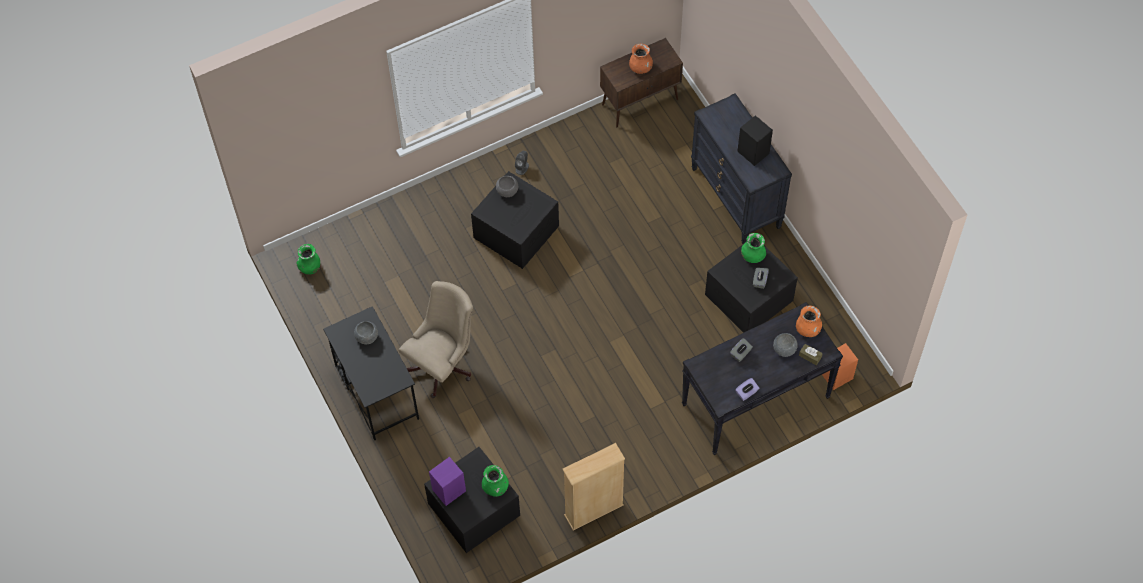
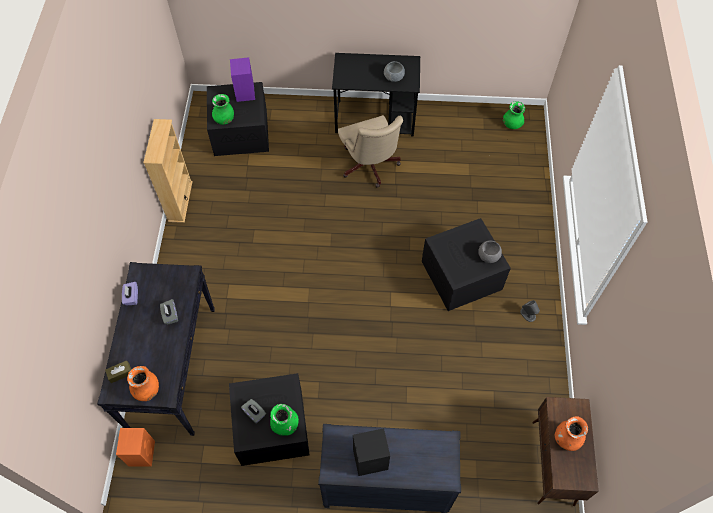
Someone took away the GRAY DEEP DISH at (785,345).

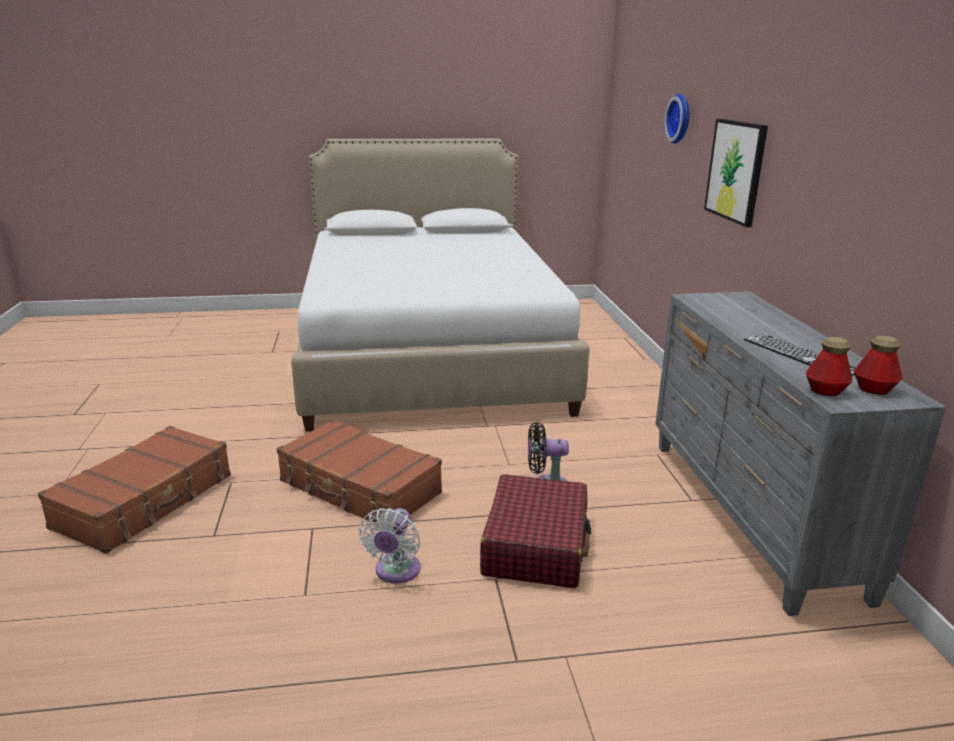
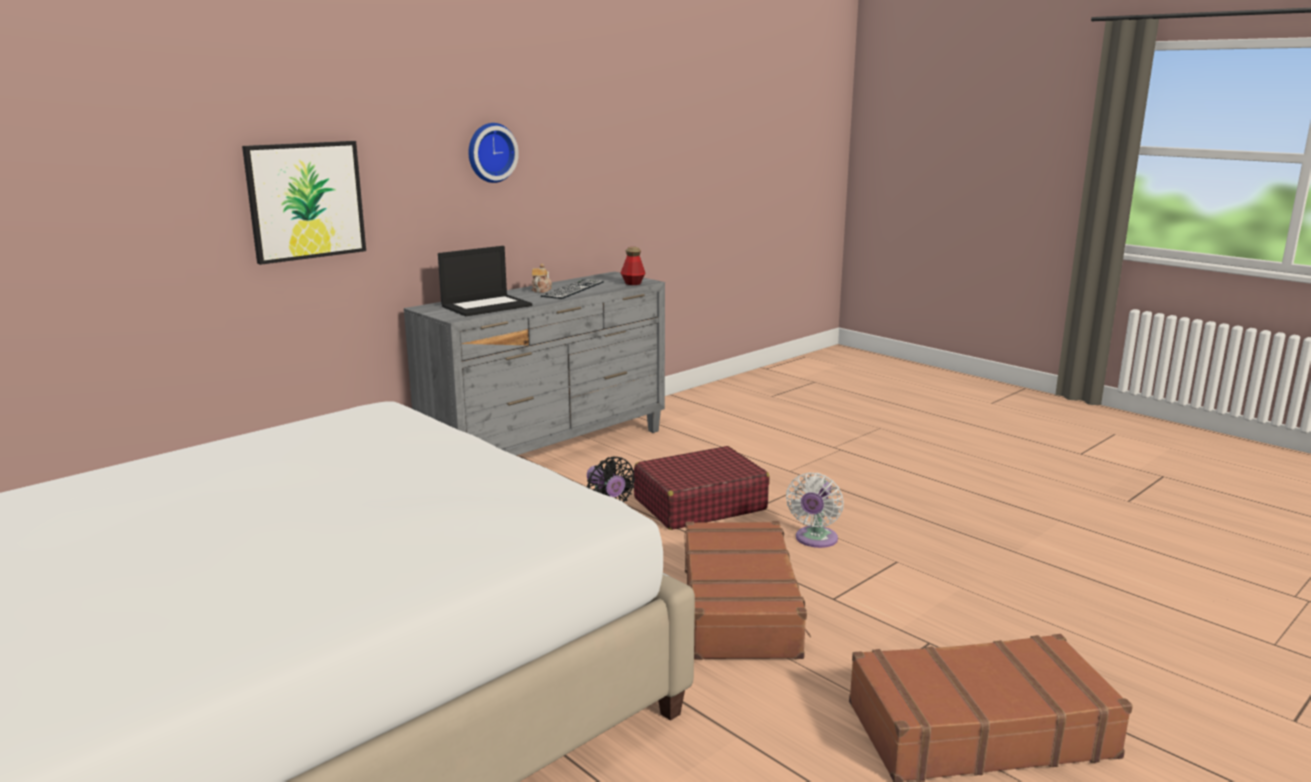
Someone carried the HANGING CLOCK from (676,119) to (493,153).
Someone took away the DRINK BOTTLE at (878,365).
Someone rotated the WHITE-COLOURED FAN at (389,545) by 135 degrees clockwise.
Someone put down the LAPTOP at (485,281).
Someone put down the TEAPOT at (542,278).

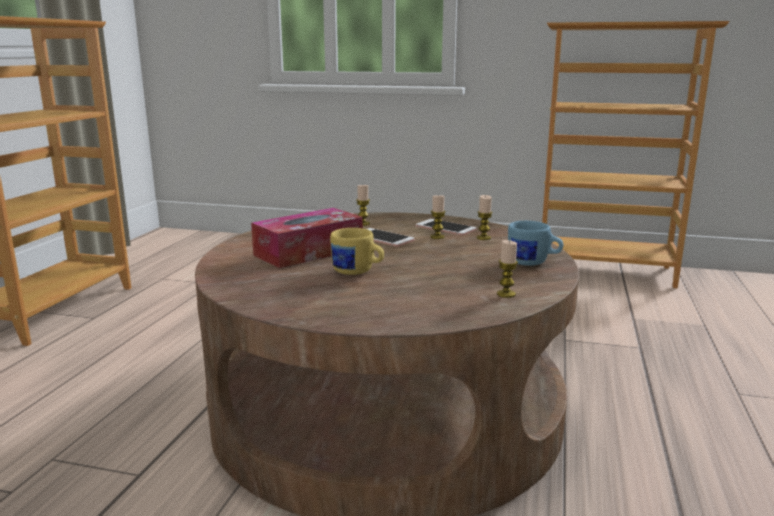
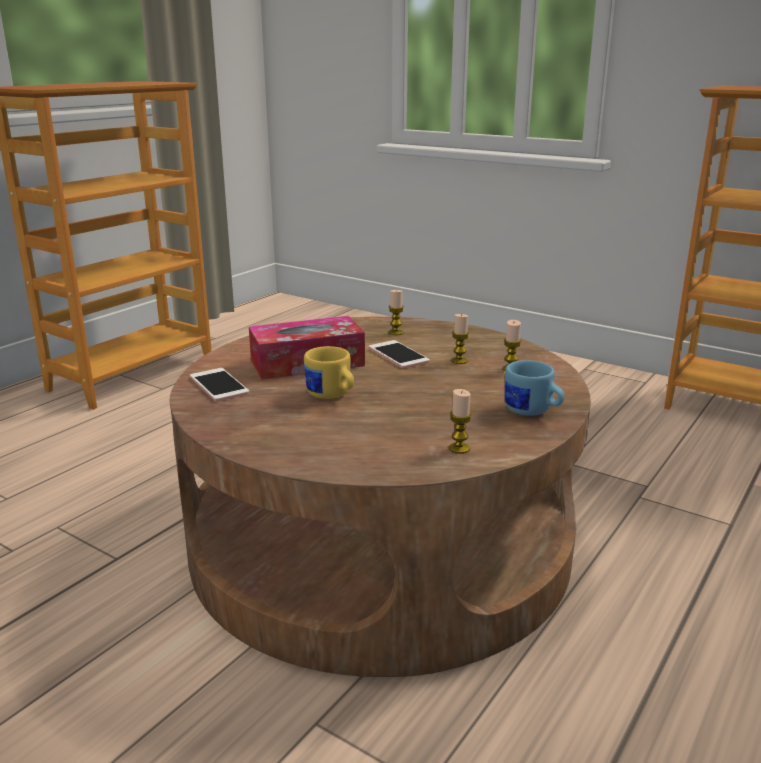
Someone carried the HANDSET from (446,227) to (219,385).

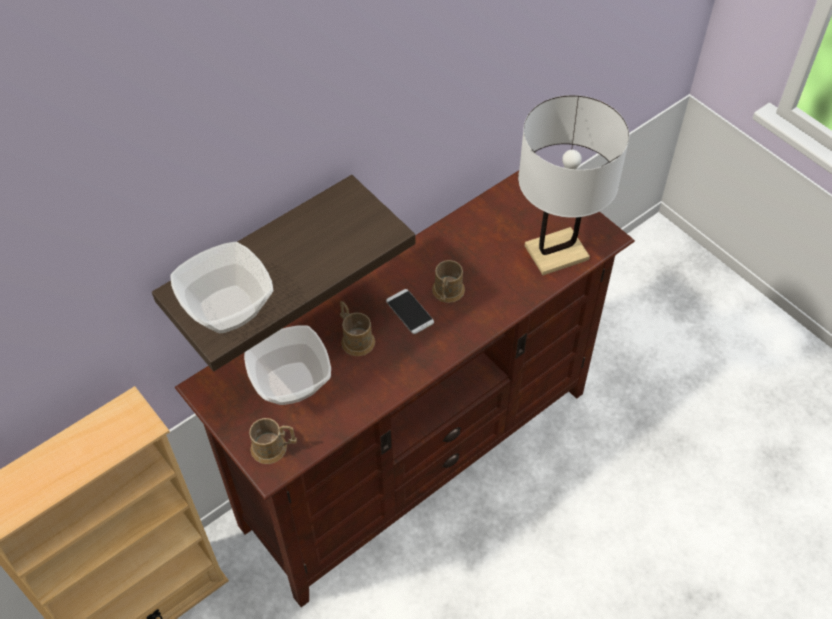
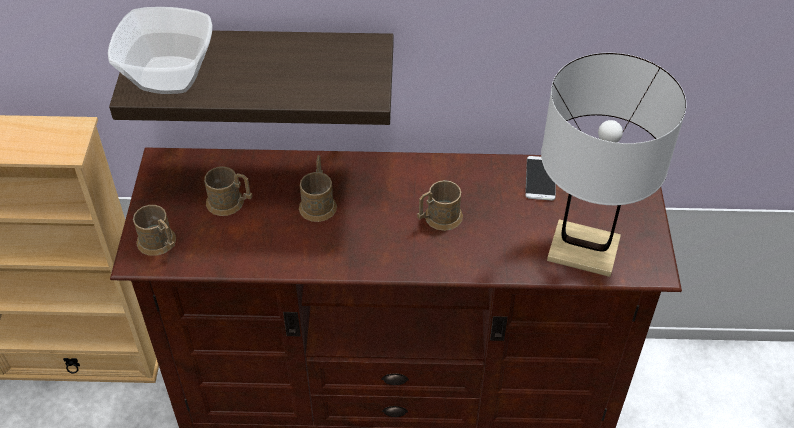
Someone carried the HANDSET from (410,311) to (540,178).
Someone swapped the DEEP DISH at (287,365) for the BROWN-COLOURED TEA MUG at (228,191).

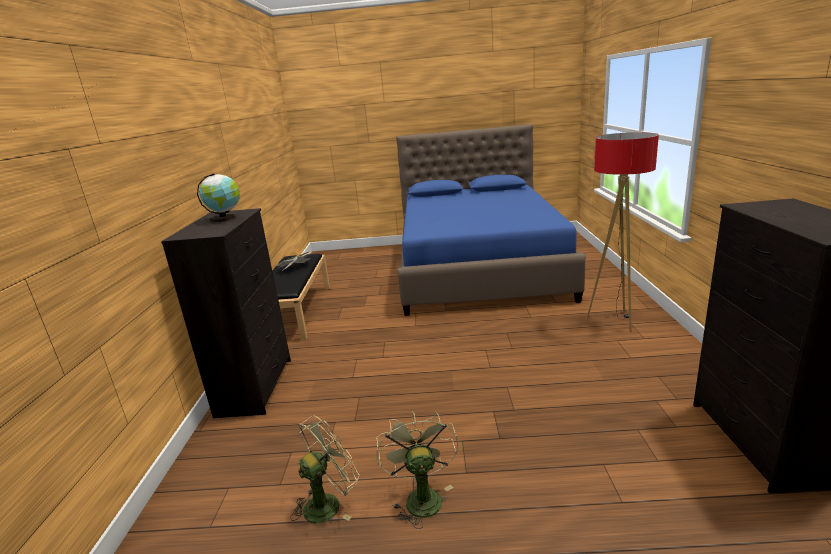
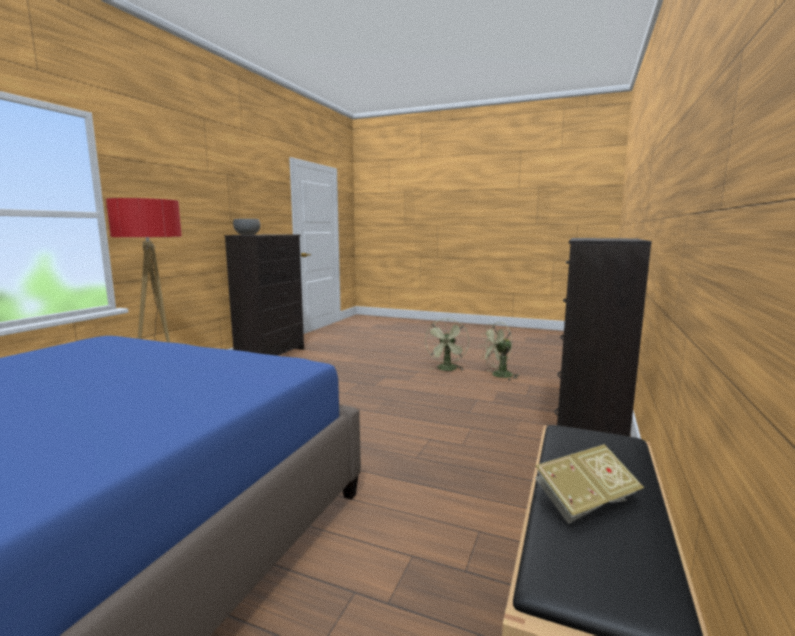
Someone took away the WORLD GLOBE at (218,197).
Someone put down the GRAY DEEP DISH at (246,227).

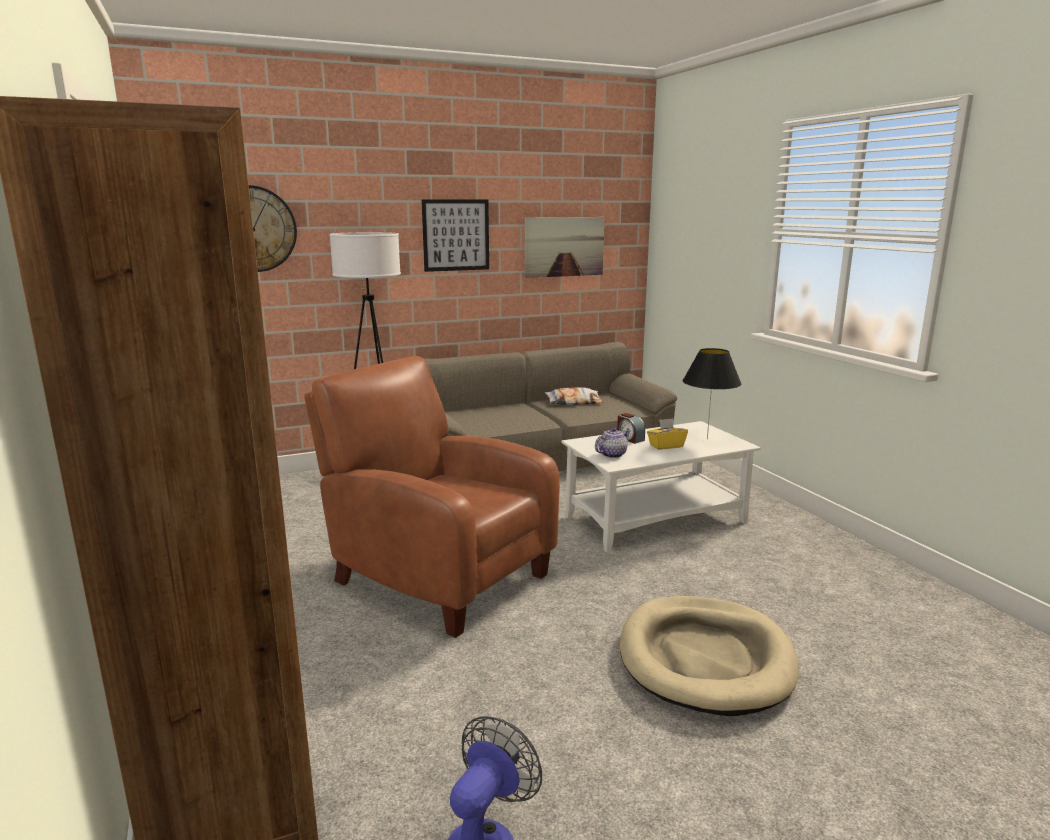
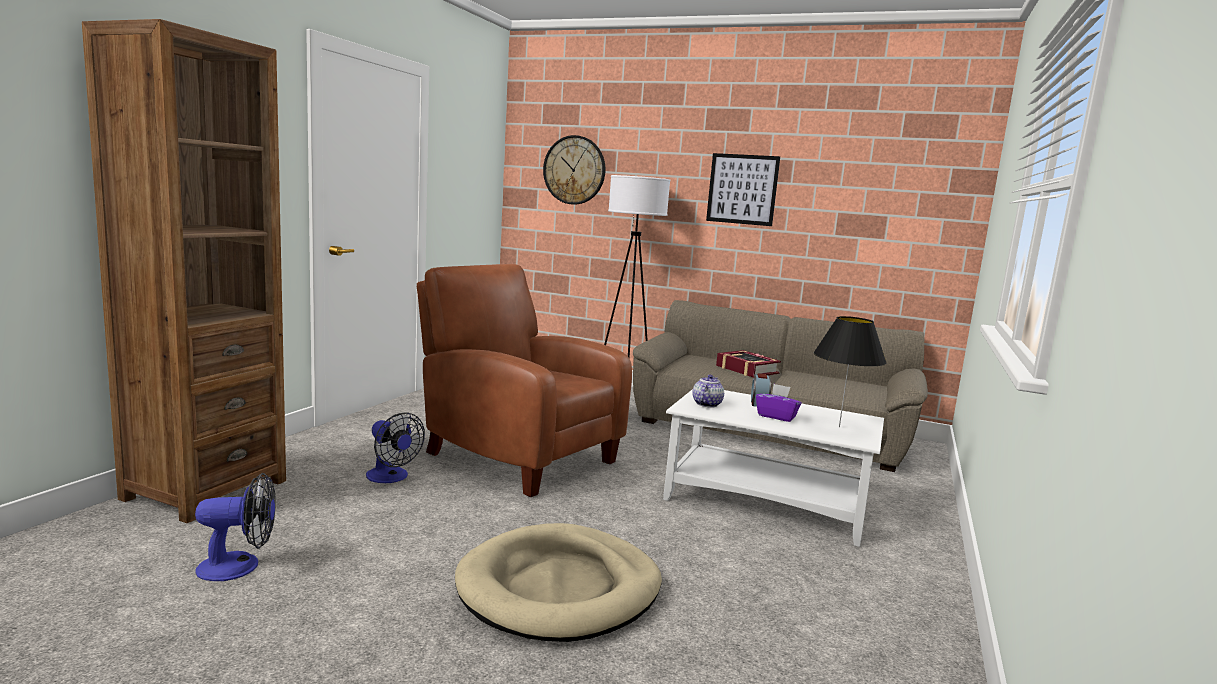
Someone took away the PICTURE at (564,247).
Someone rotated the BROWN-COLOURED LOUNGE CHAIR at (432,497) by 45 degrees counterclockwise.
Someone took away the CUSHION at (574,396).
Someone repainted the YELLOW TISSUE BOX at (667,434), which became the PURPLISH TISSUE BOX at (779,403).
Someone rotated the TEAPOT at (613,442) by 75 degrees counterclockwise.
Someone put down the VOLUME at (748,363).
Someone put down the FAN at (395,447).

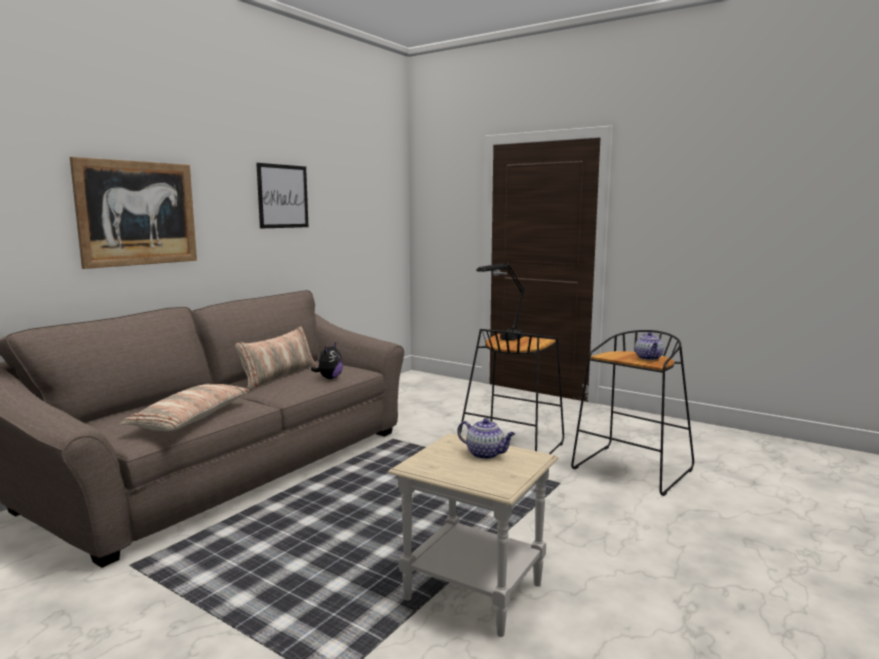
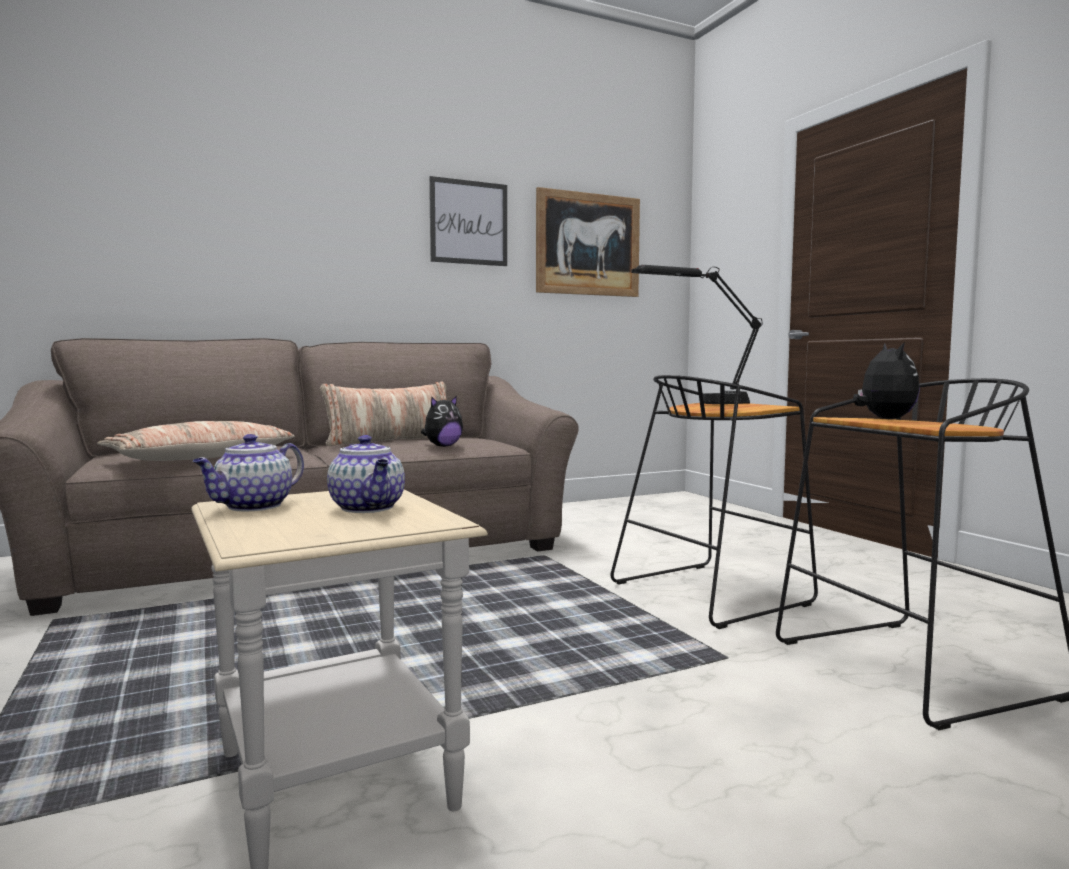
Someone carried the PICTURE from (133,213) to (588,242).
Someone carried the TEAPOT from (649,346) to (248,472).
Someone put down the CUDDLY TOY at (886,380).

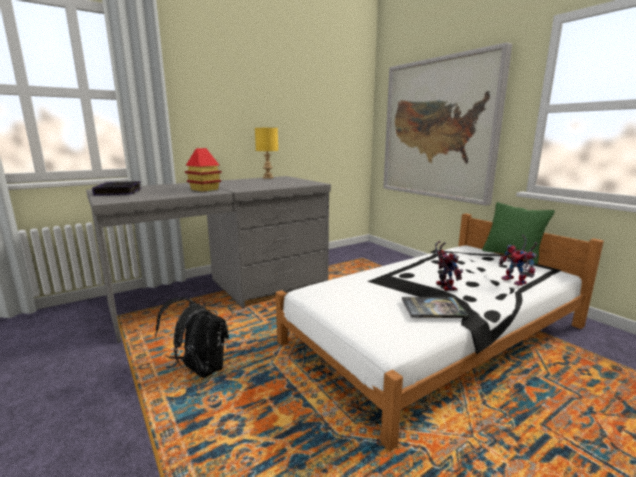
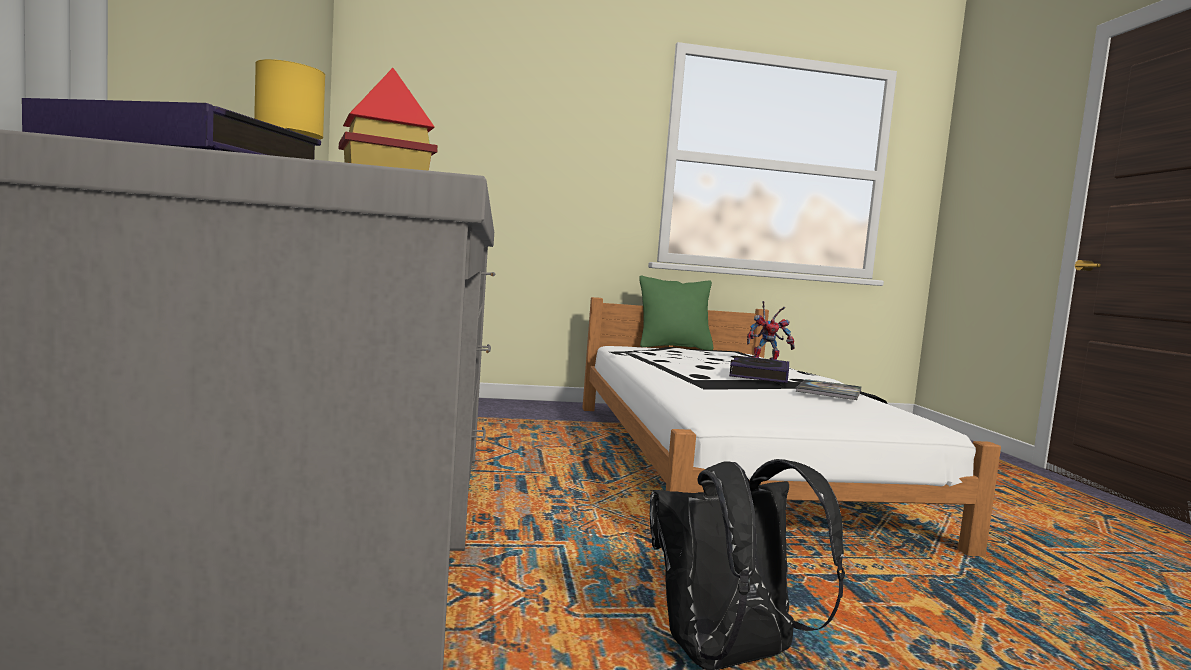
Someone took away the PICTURE at (447,124).
Someone swapped the MODEL ROBOT at (449,266) for the VOLUME at (759,369).

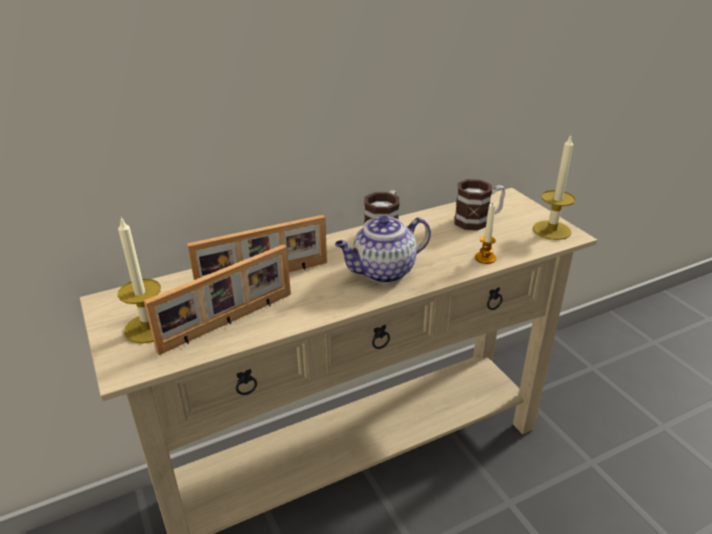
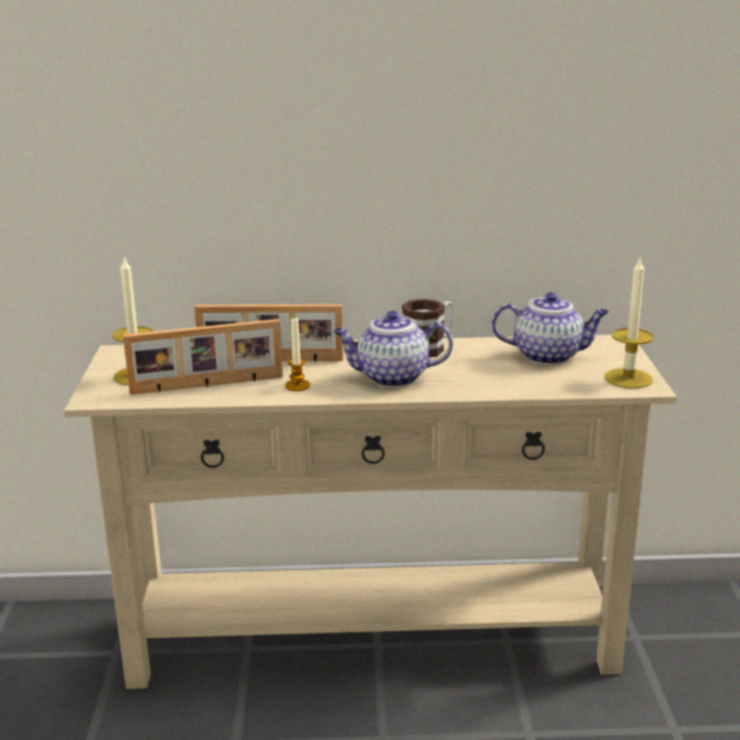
Someone swapped the TEA MUG at (480,204) for the TEAPOT at (550,328).
Someone carried the WAX LIGHT from (485,233) to (297,354).

